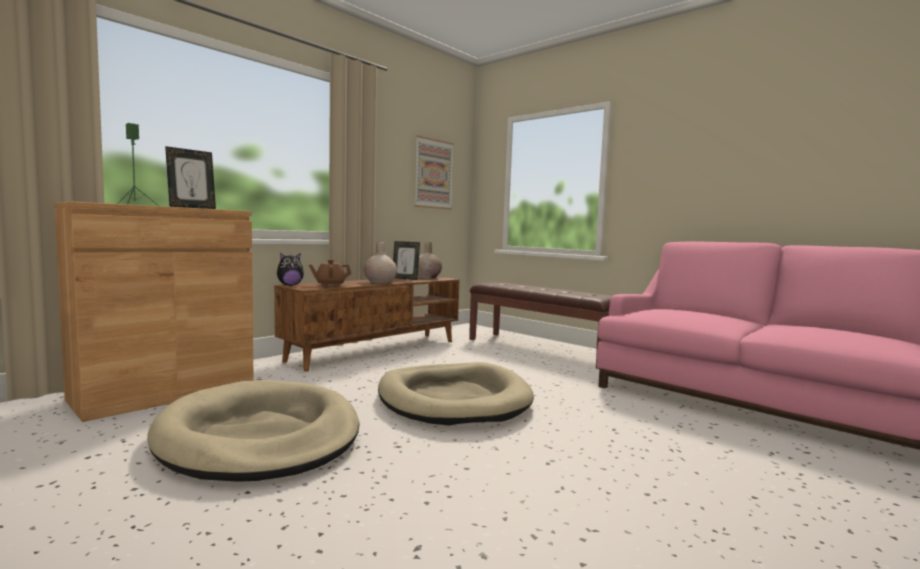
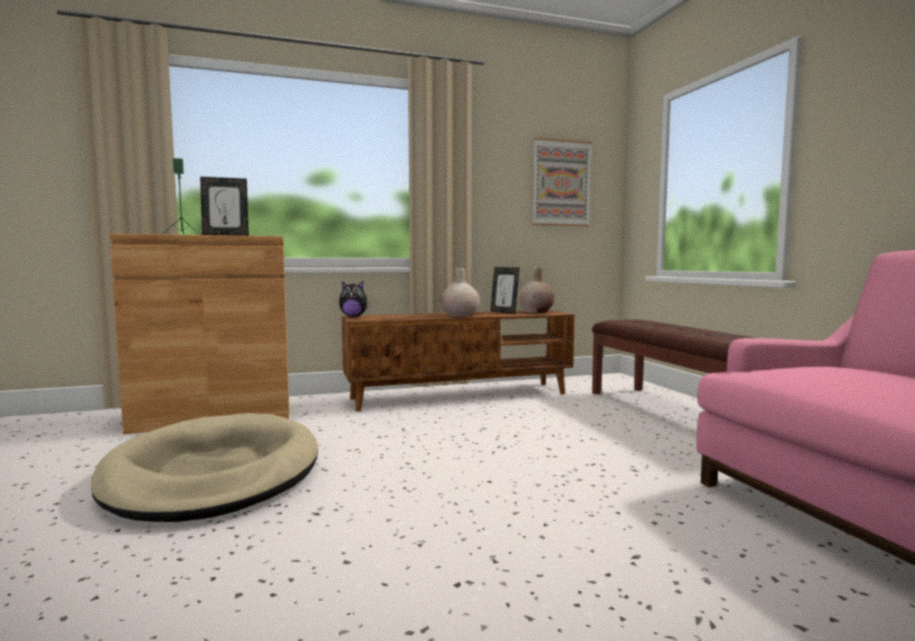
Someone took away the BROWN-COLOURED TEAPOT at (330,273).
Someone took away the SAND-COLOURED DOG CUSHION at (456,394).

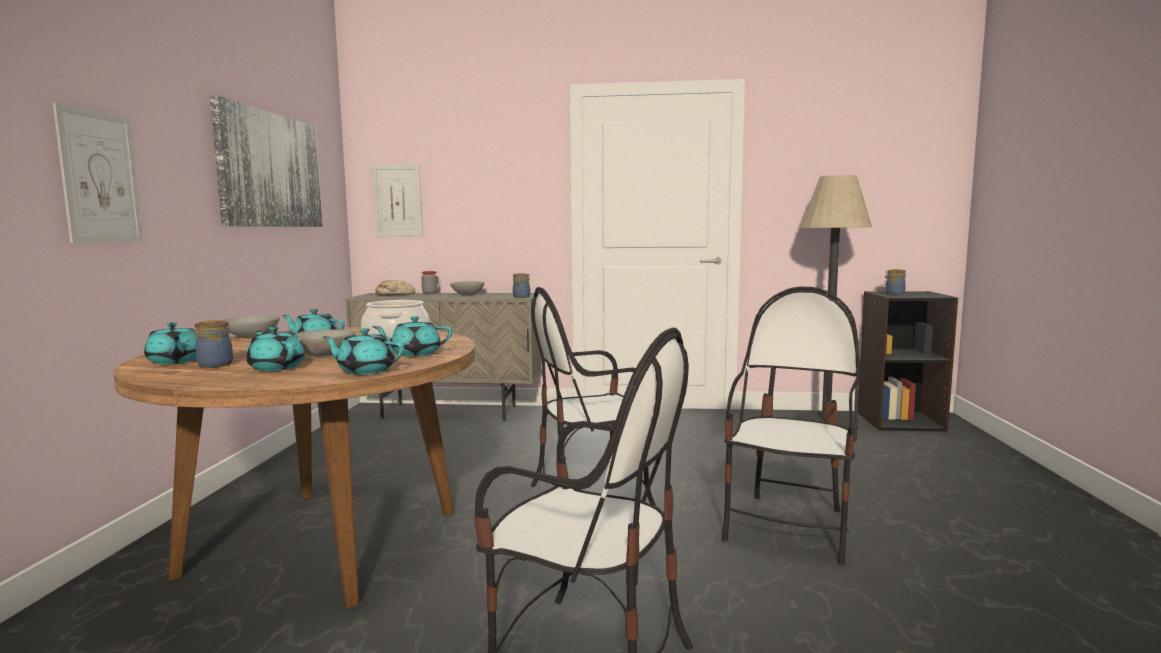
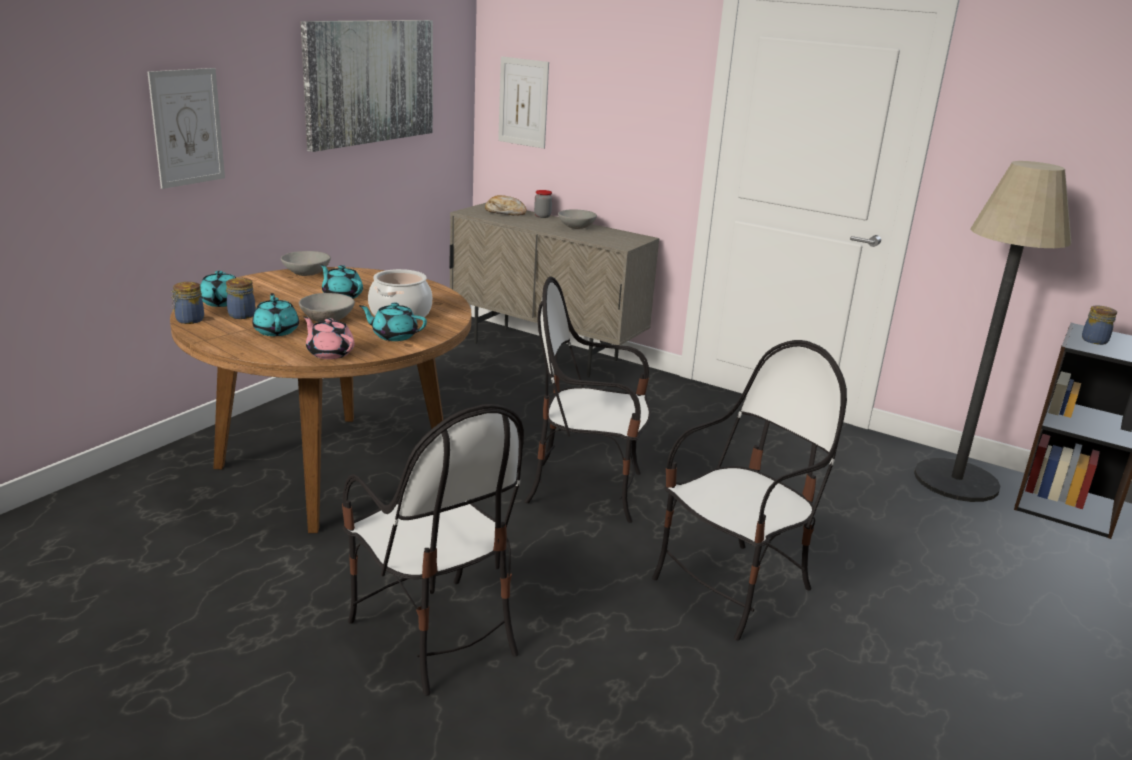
Someone carried the PRESERVE JAR from (521,285) to (187,303).
Someone repainted the BLUE-GREEN TEAPOT at (363,351), which became the PINKISH TEAPOT at (329,337).

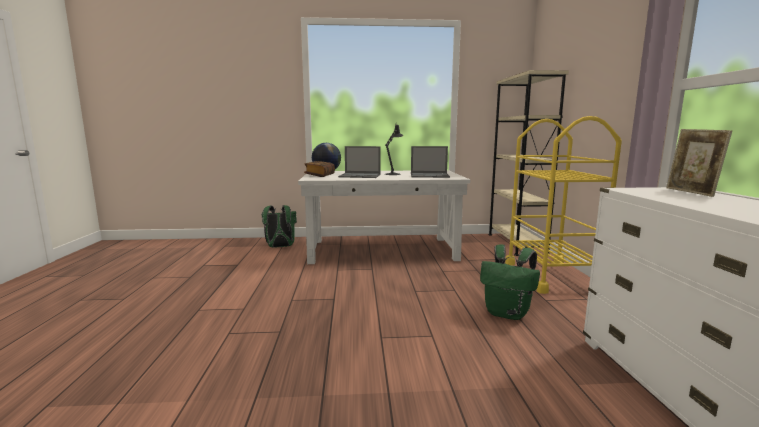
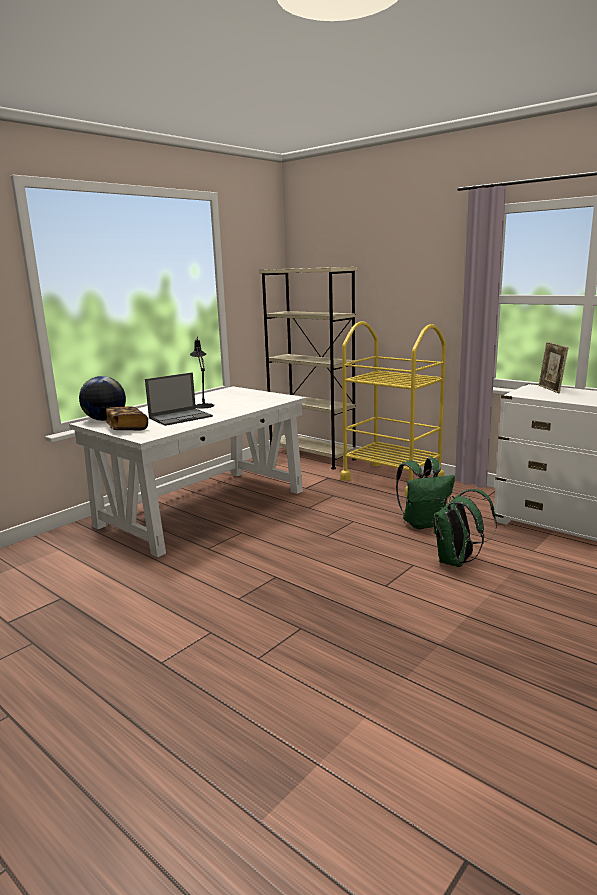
Someone rotated the PHOTO FRAME at (699,163) by 45 degrees clockwise.
Someone took away the LAPTOP at (430,162).
Someone carried the GREEN BACKPACK from (279,226) to (465,528).

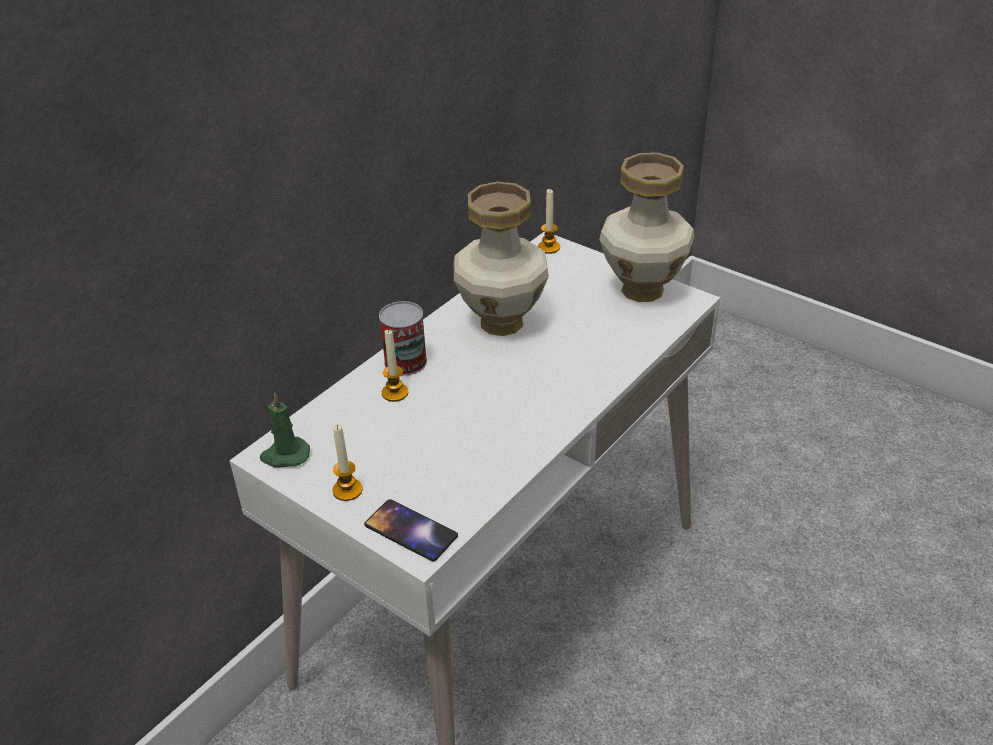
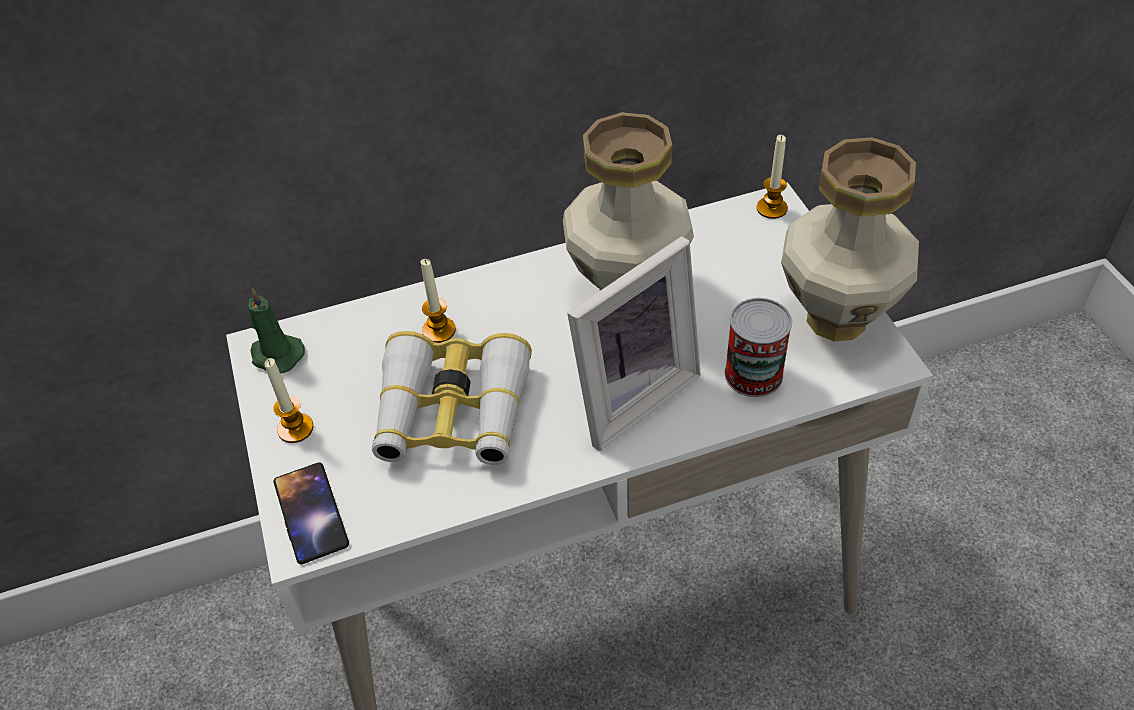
Someone carried the CAN from (403,338) to (758,347).
Someone put down the PHOTO FRAME at (634,343).
Someone put down the BINOCULARS at (452,398).

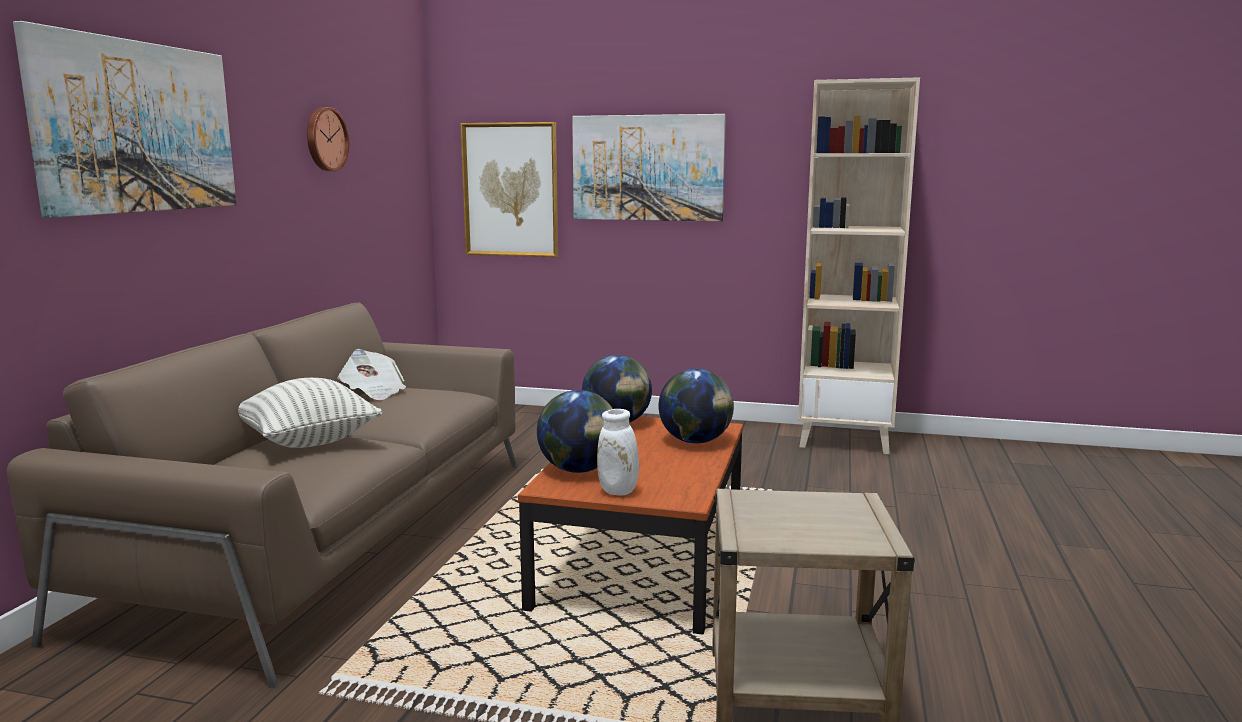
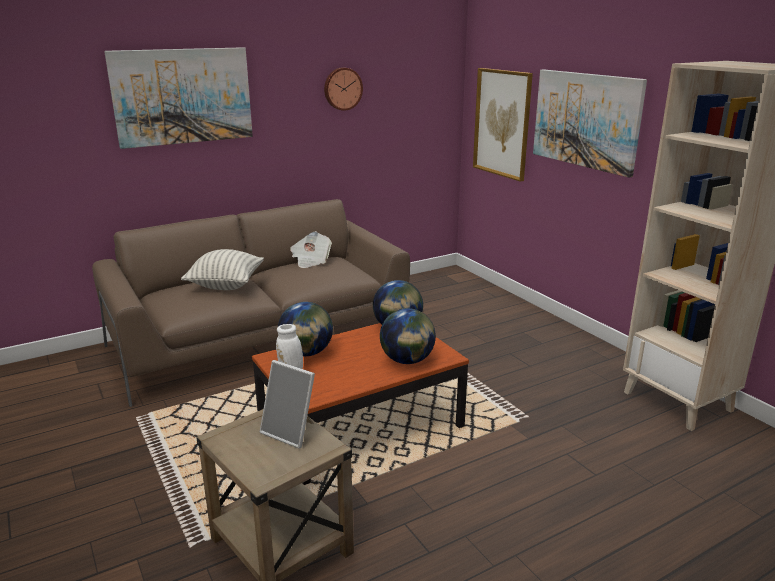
Someone put down the PHOTO FRAME at (287,404).

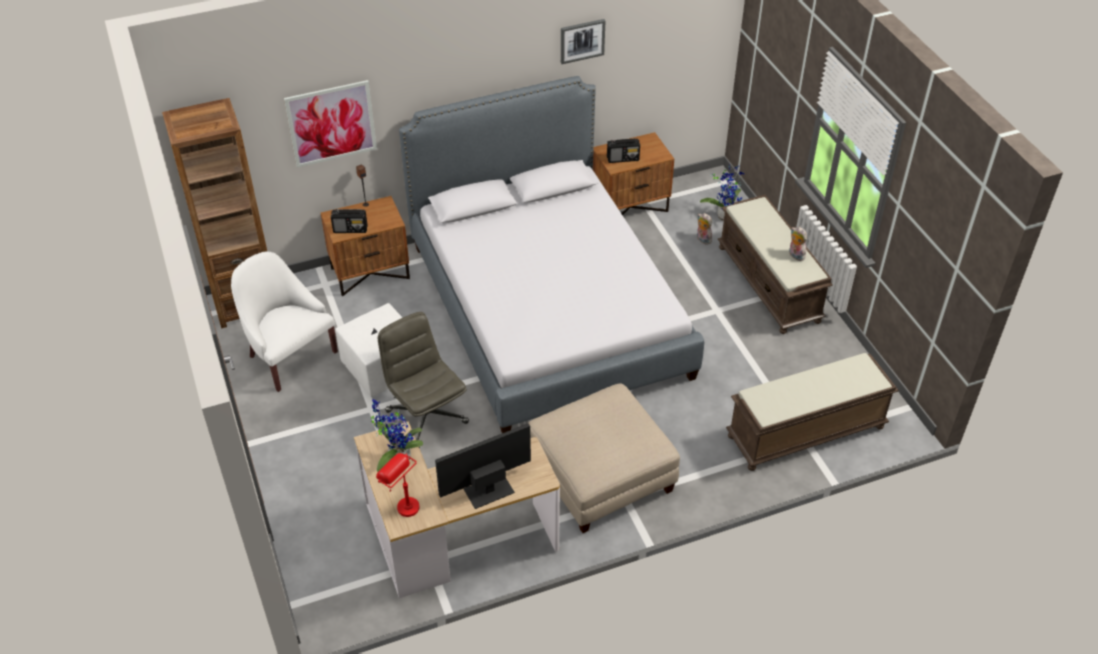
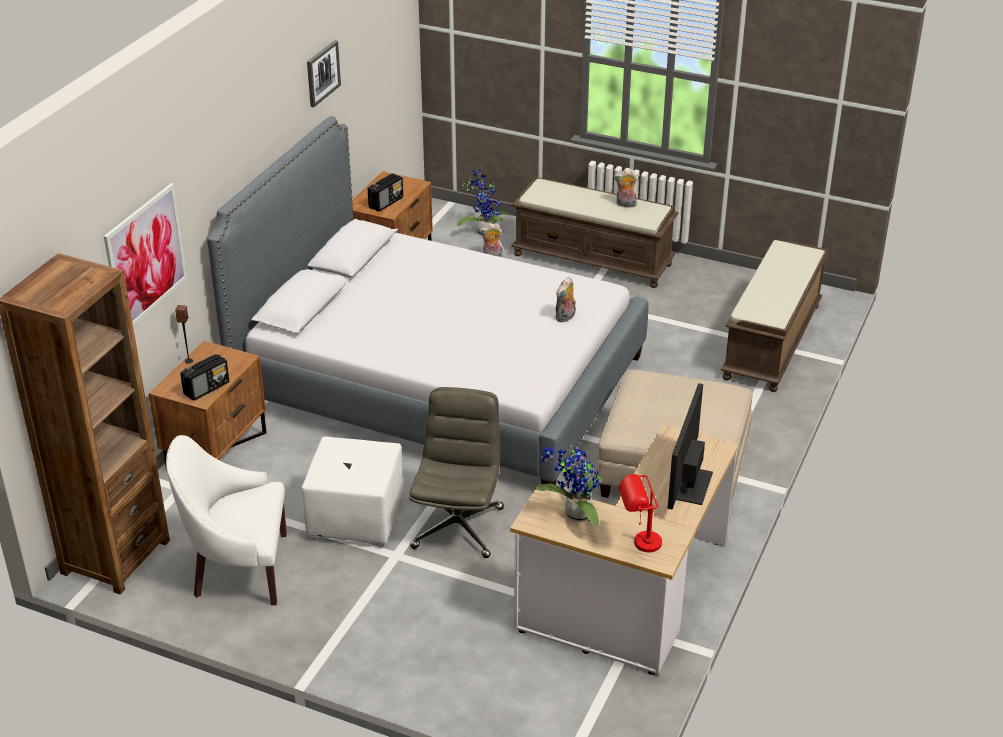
Someone rotated the GRAY COMPUTER CHAIR at (423,380) by 90 degrees clockwise.
Someone put down the CUDDLY TOY at (565,299).

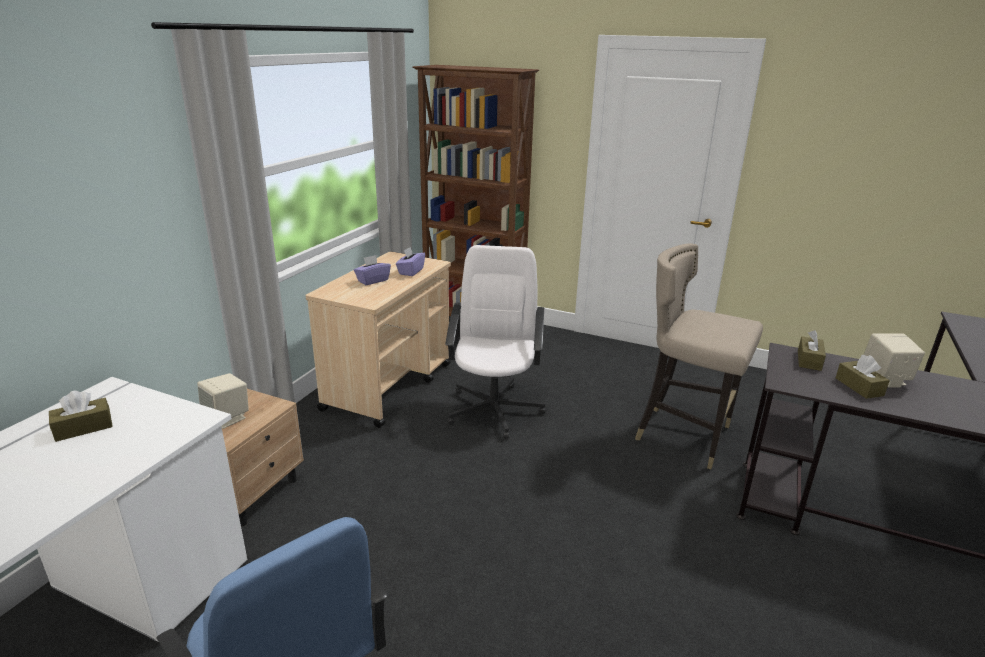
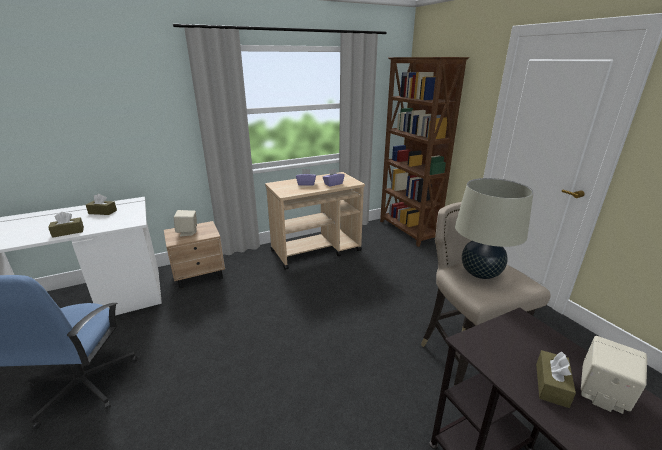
Someone took away the WHITE-COLOURED COMPUTER CHAIR at (495,342).
Someone carried the BROWN-COLOURED TISSUE BOX from (812,350) to (66,225).
Someone put down the SAND-COLOURED TABLETOP LAMP at (494,228).

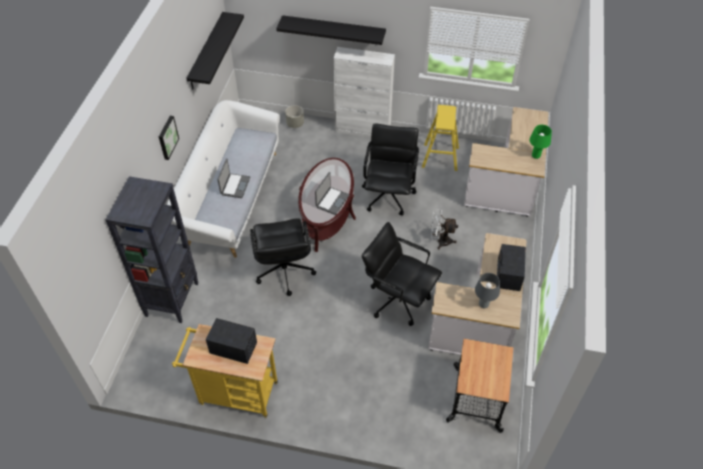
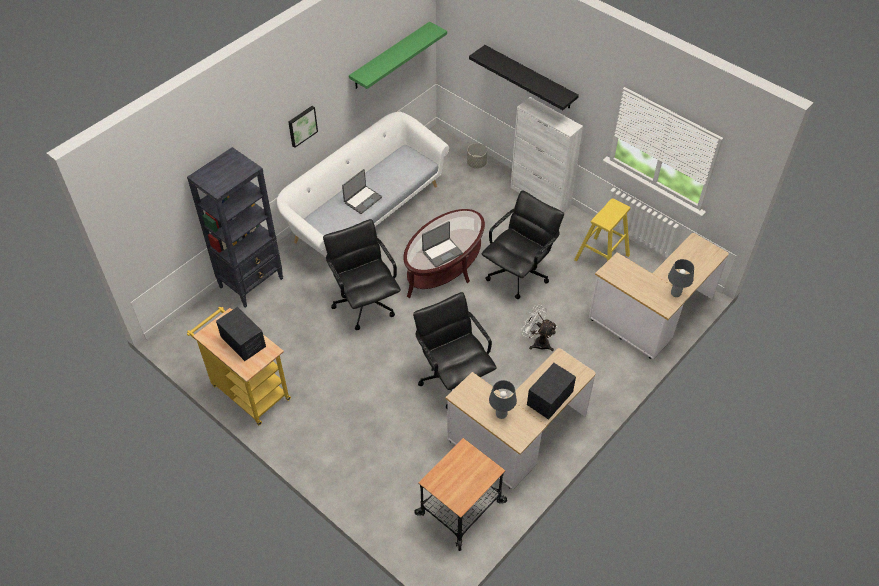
Someone repainted the BLACKISH BRACKET SHELF at (215,50), which became the GREEN BRACKET SHELF at (398,55).
Someone repainted the GREEN TABLETOP LAMP at (541,142), which became the GRAY TABLETOP LAMP at (681,278).
Someone rotated the BLACKISH COMPUTER CHAIR at (283,257) by 135 degrees clockwise.

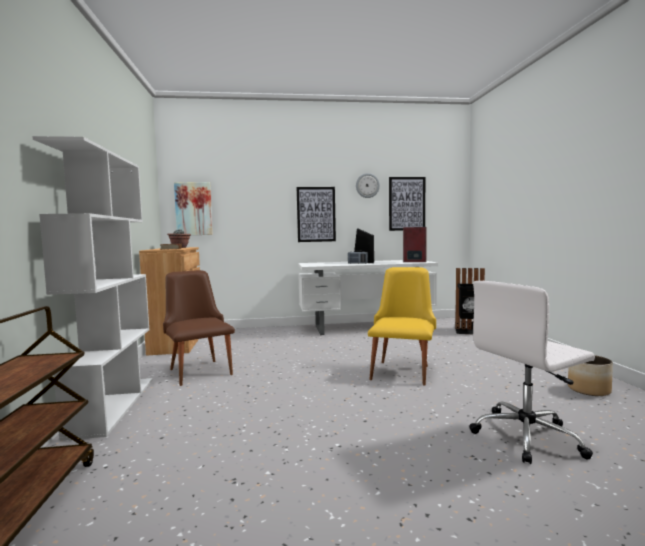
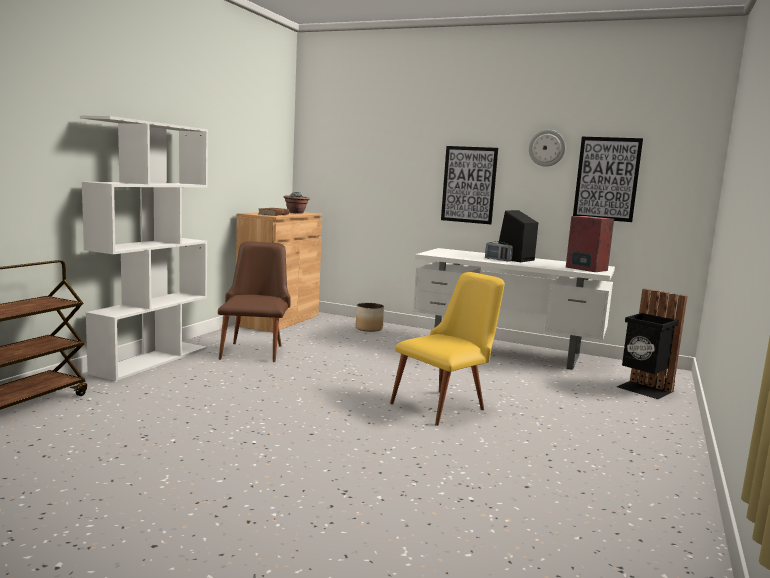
Someone took away the PICTURE at (193,208).
Someone took away the WHITE-COLOURED COMPUTER CHAIR at (532,372).
Someone carried the PLANT POT from (590,375) to (370,317).

